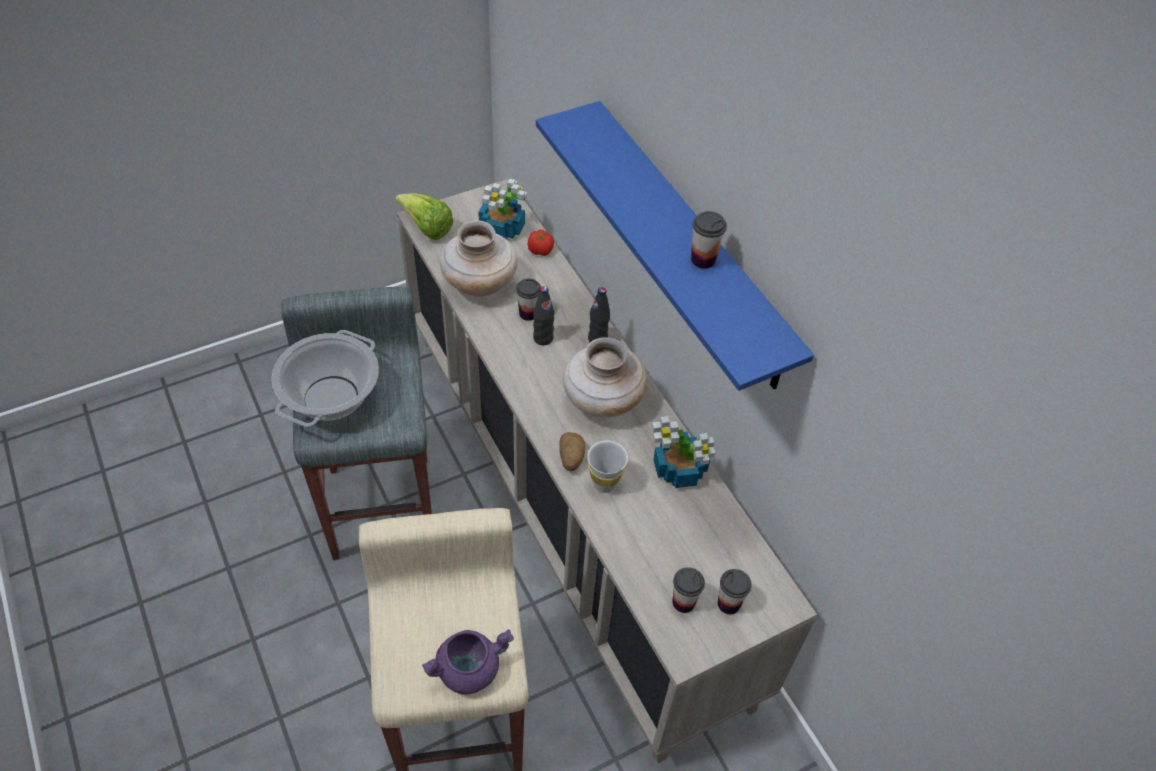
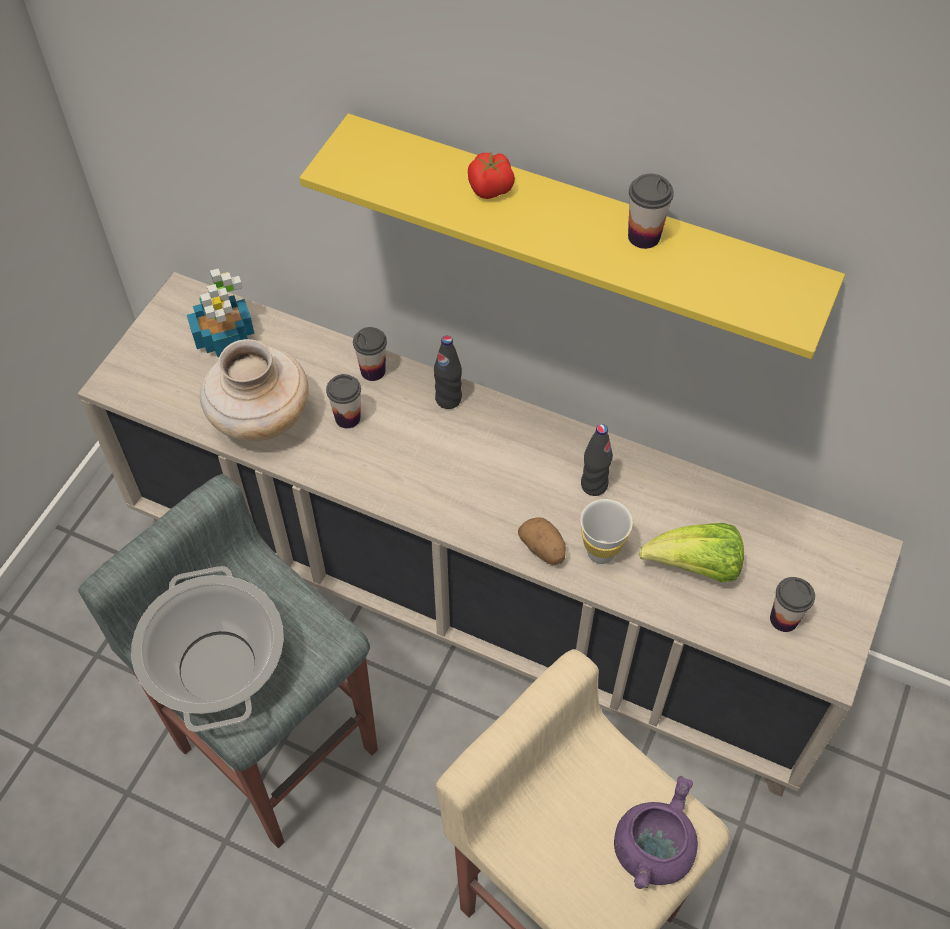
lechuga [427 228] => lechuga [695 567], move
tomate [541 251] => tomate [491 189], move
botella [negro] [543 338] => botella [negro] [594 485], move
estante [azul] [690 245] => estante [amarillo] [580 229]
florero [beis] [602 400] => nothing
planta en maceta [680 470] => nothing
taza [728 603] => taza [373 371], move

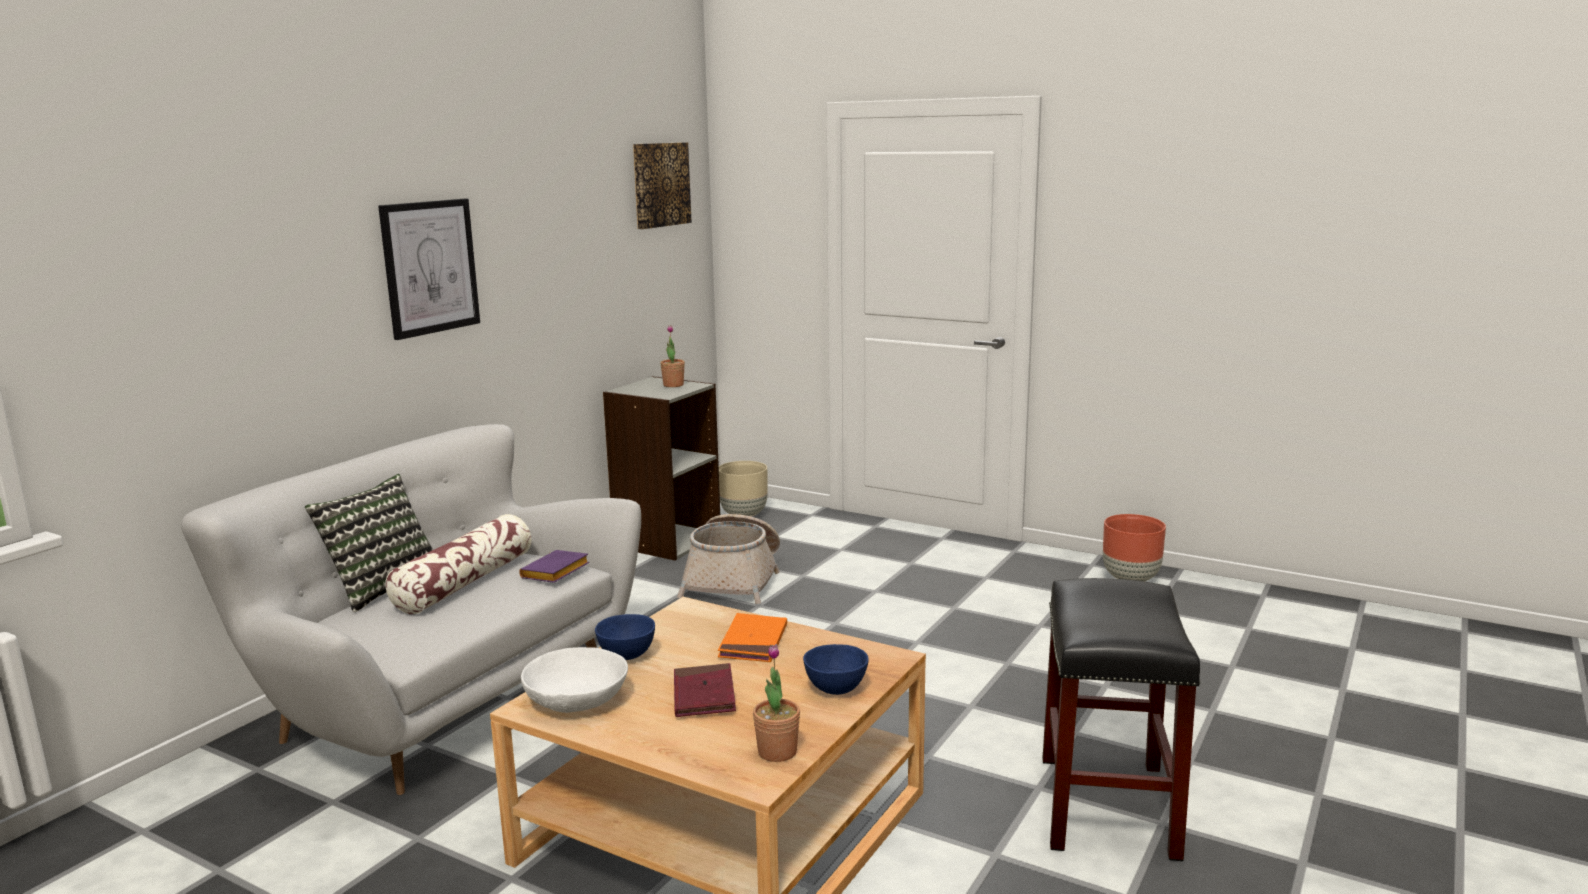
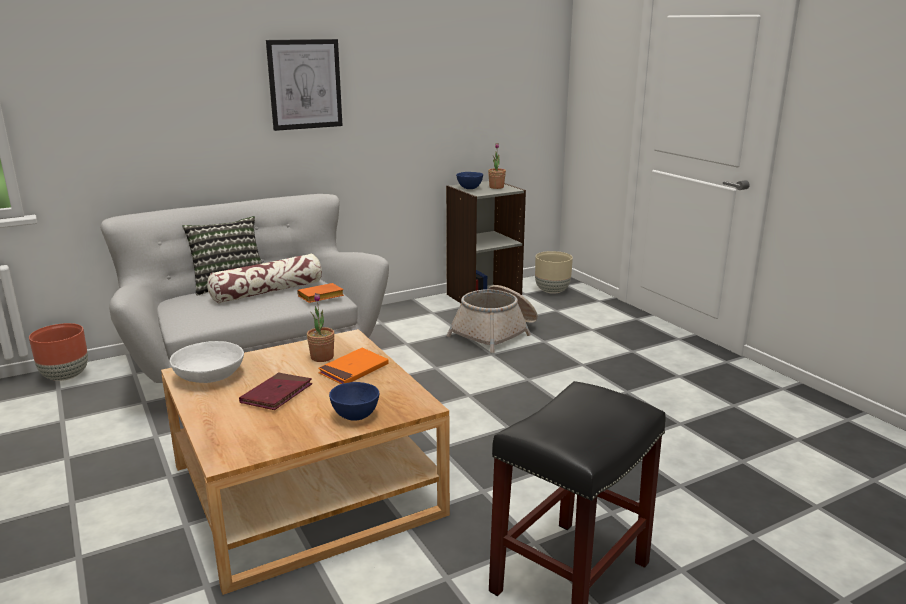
libro [morado] [555 573] => libro [naranja] [320 297]
cuenco [azul] [626 656] => cuenco [azul] [469 188], move
cuadro [660 184] => nothing
planta en maceta [777 752] => planta en maceta [322 357], move
maceta [marrón] [1130 579] => maceta [marrón] [66 376], move

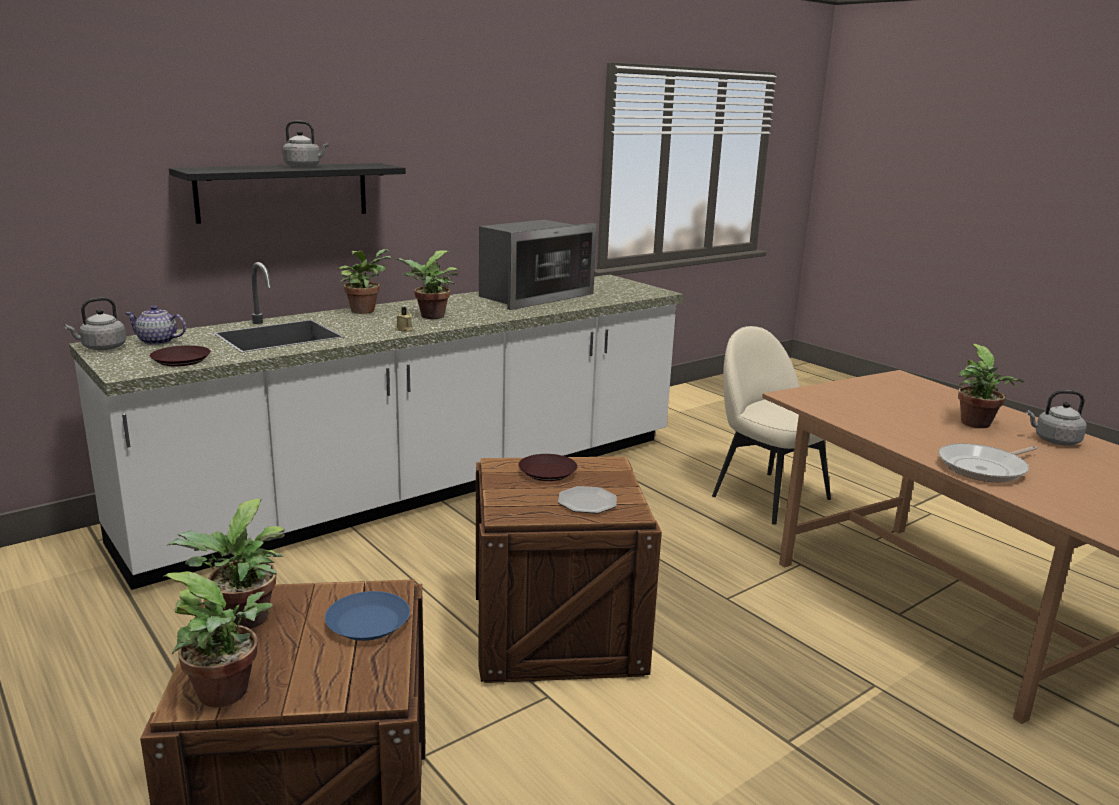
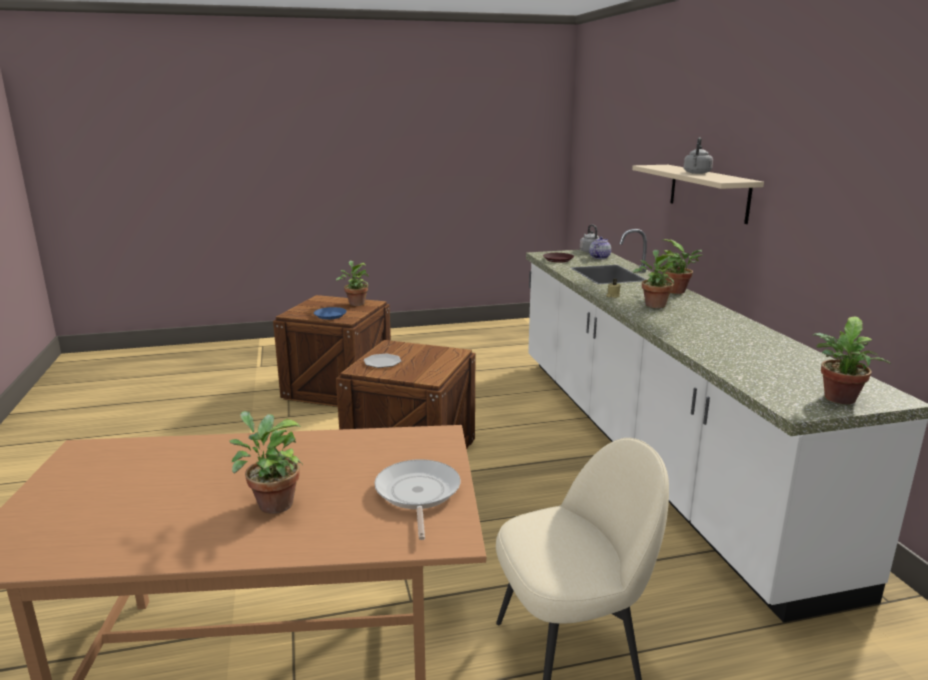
planta en maceta [229 693] => planta en maceta [839 400], move
estante [negro] [283 192] => estante [beis] [708 192]
microondas [532 296] => nothing
plato [marrón] [547 472] => nothing
sartén [985 468] => sartén [417 494], move
hervidor [gris] [1054 441] => nothing

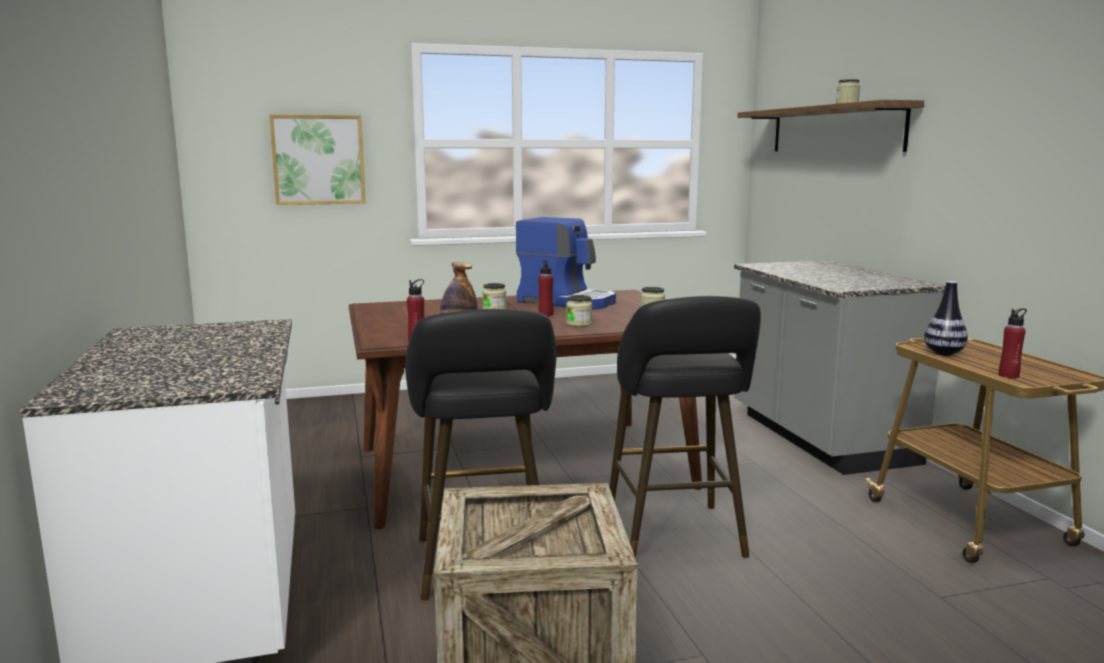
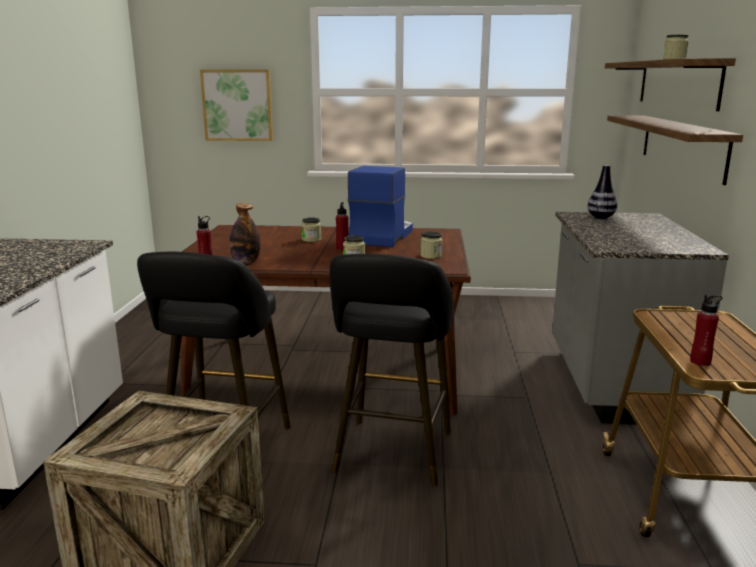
cafetera [567 301] => cafetera [381 236], 120 degrees counterclockwise
florero [943 353] => florero [601 217], move
nothing => estante [682 145]

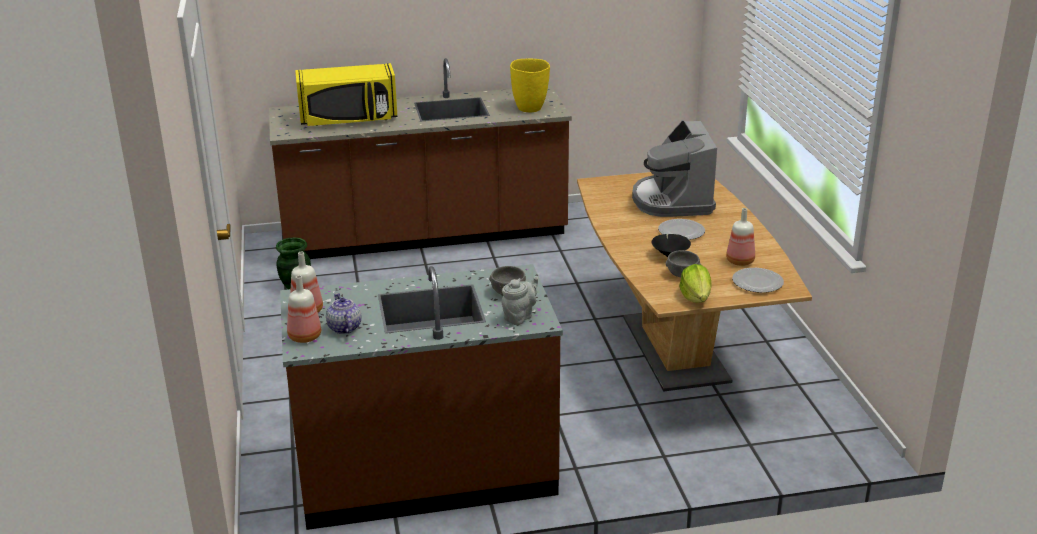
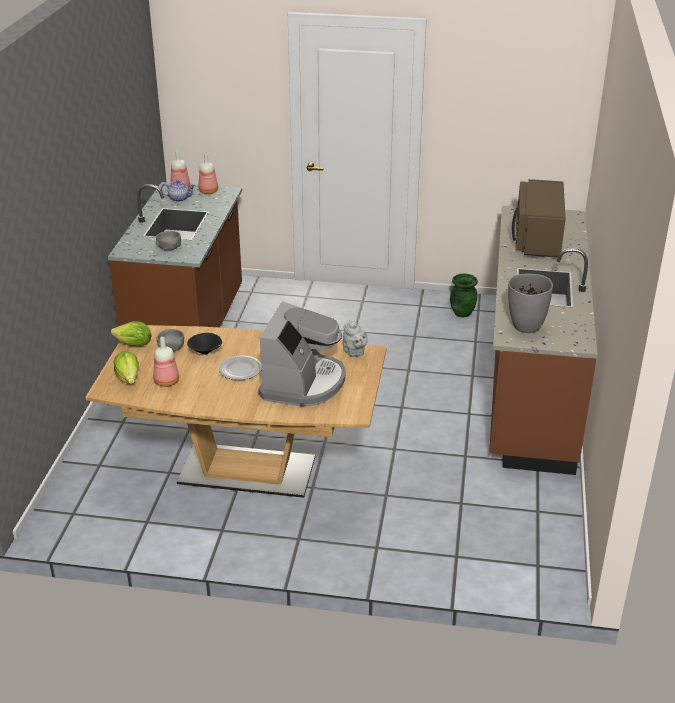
microondas [amarillo] [349 119] => microondas [marrón] [537 238]
tetera [gris] [520 317] => tetera [gris] [354 352], move
florero [amarillo] [530 108] => florero [gris] [526 327]
cafetera [672 201] => cafetera [303 383], 90 degrees clockwise
plato [756 282] => lechuga [128 378]

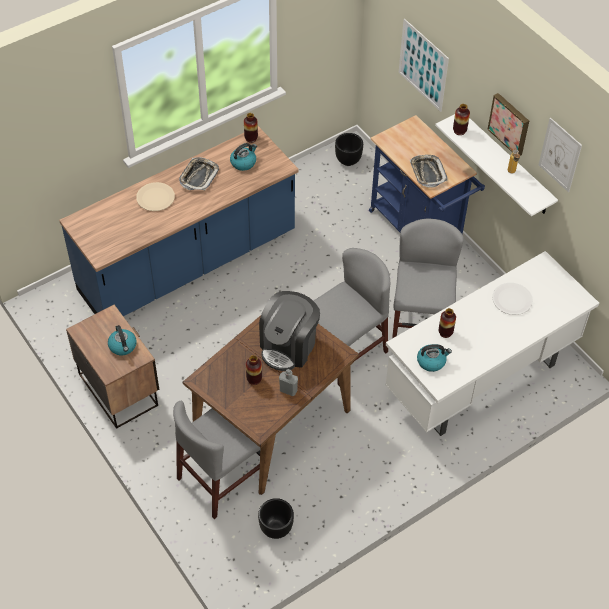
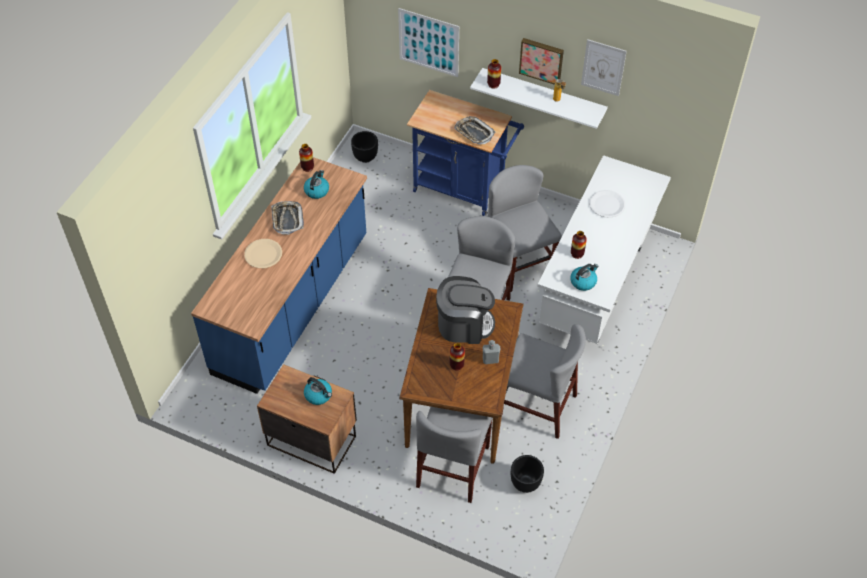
cafetera [289 346] => cafetera [464 324], 90 degrees counterclockwise
nothing => silla [gris] [537 405]

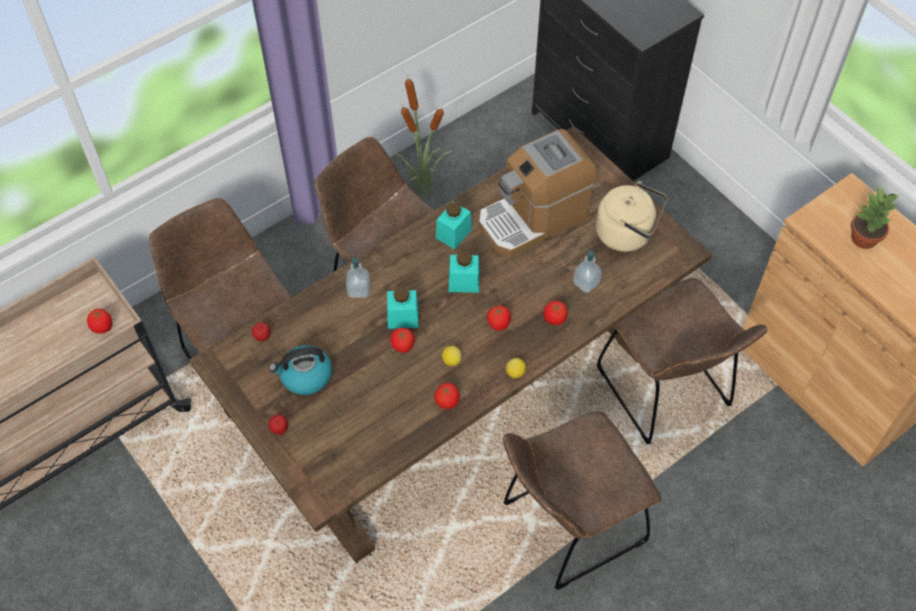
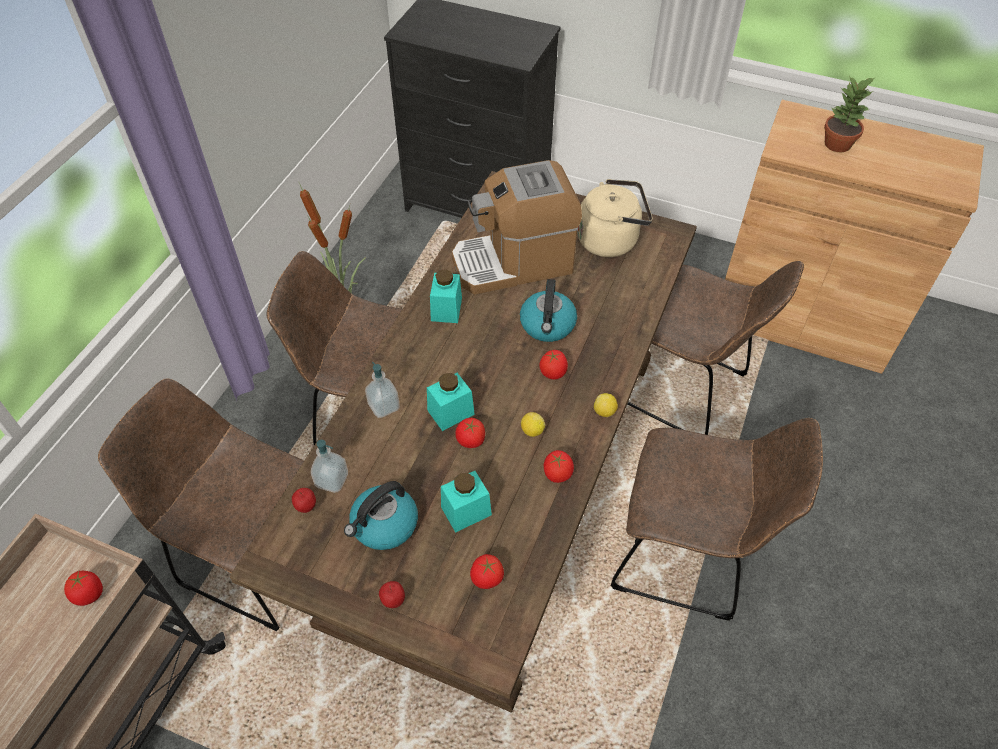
tarro [turquesa] [464 282] => tarro [turquesa] [466 511], move
cafetera [533 218] => cafetera [514 262], 45 degrees clockwise
silla [marrón] [568 526] => silla [marrón] [688 555], 105 degrees counterclockwise
tomate [554 319] => tomate [486 579], move
dispensador de jabón [586 283] => dispensador de jabón [332 480], move
nothing => hervidor [548 325]

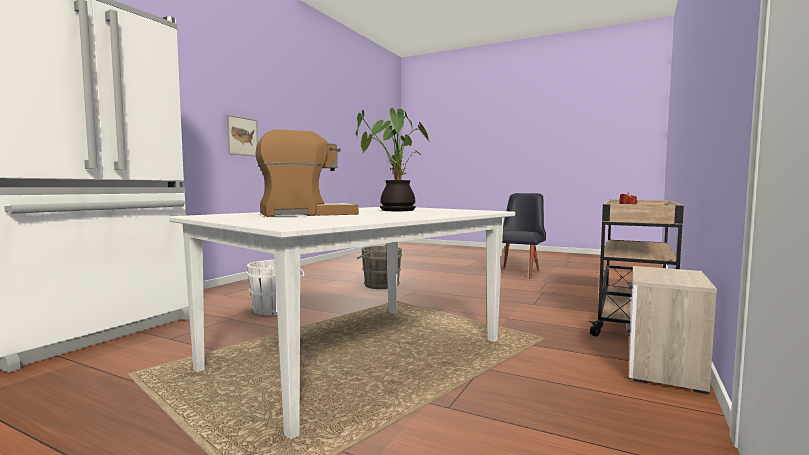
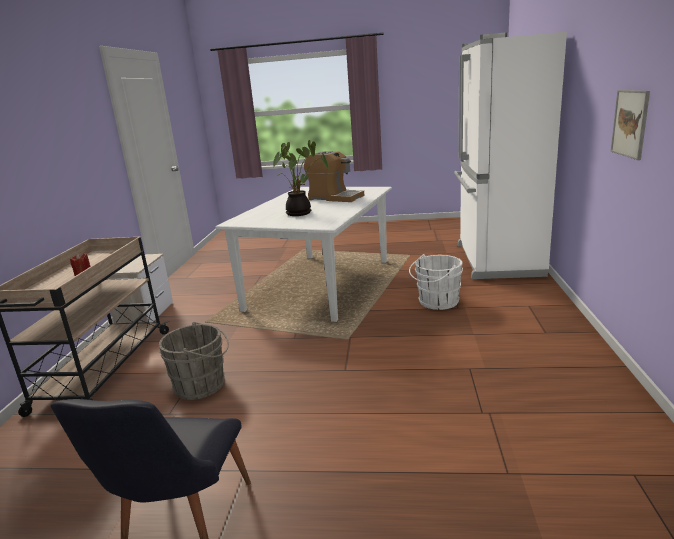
cafetera [306 214] => cafetera [335 198], 105 degrees counterclockwise
cubo [gris] [379 285] => cubo [gris] [203 385], move

